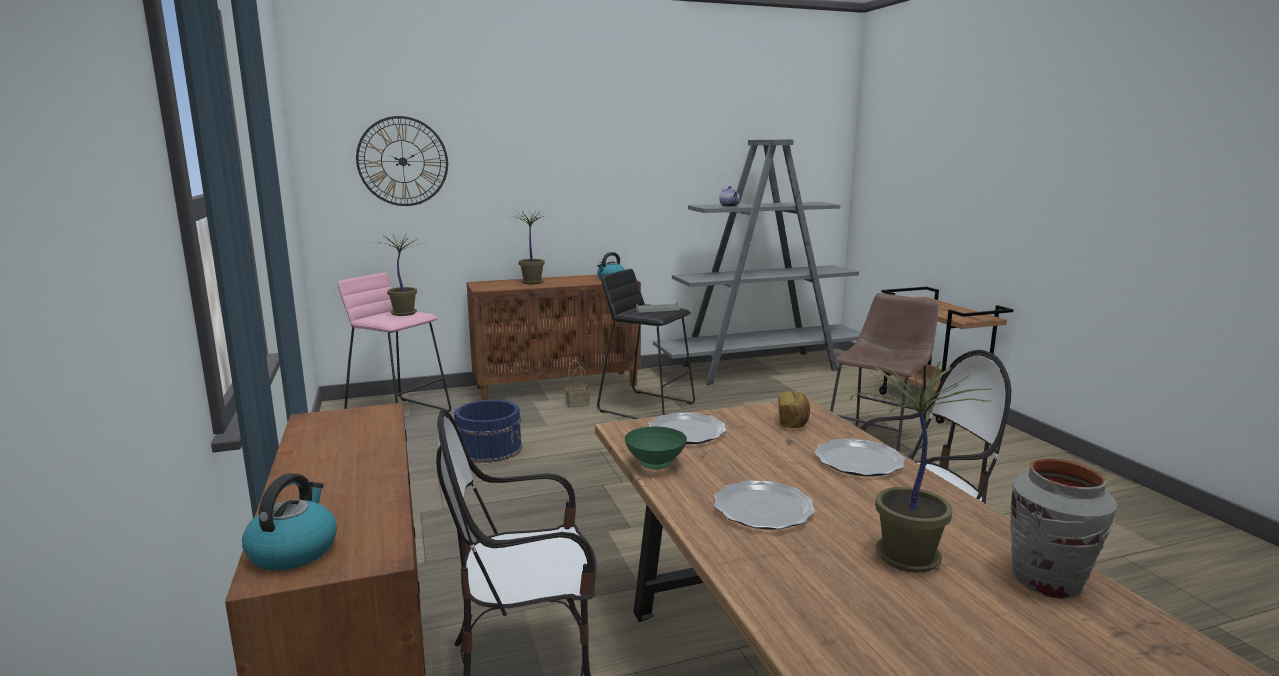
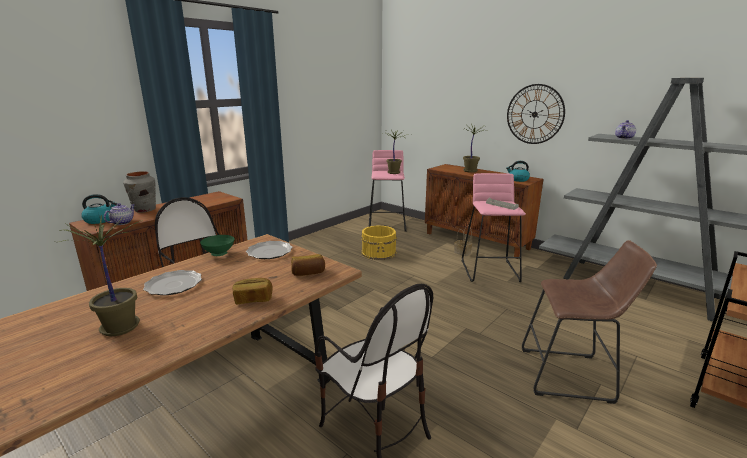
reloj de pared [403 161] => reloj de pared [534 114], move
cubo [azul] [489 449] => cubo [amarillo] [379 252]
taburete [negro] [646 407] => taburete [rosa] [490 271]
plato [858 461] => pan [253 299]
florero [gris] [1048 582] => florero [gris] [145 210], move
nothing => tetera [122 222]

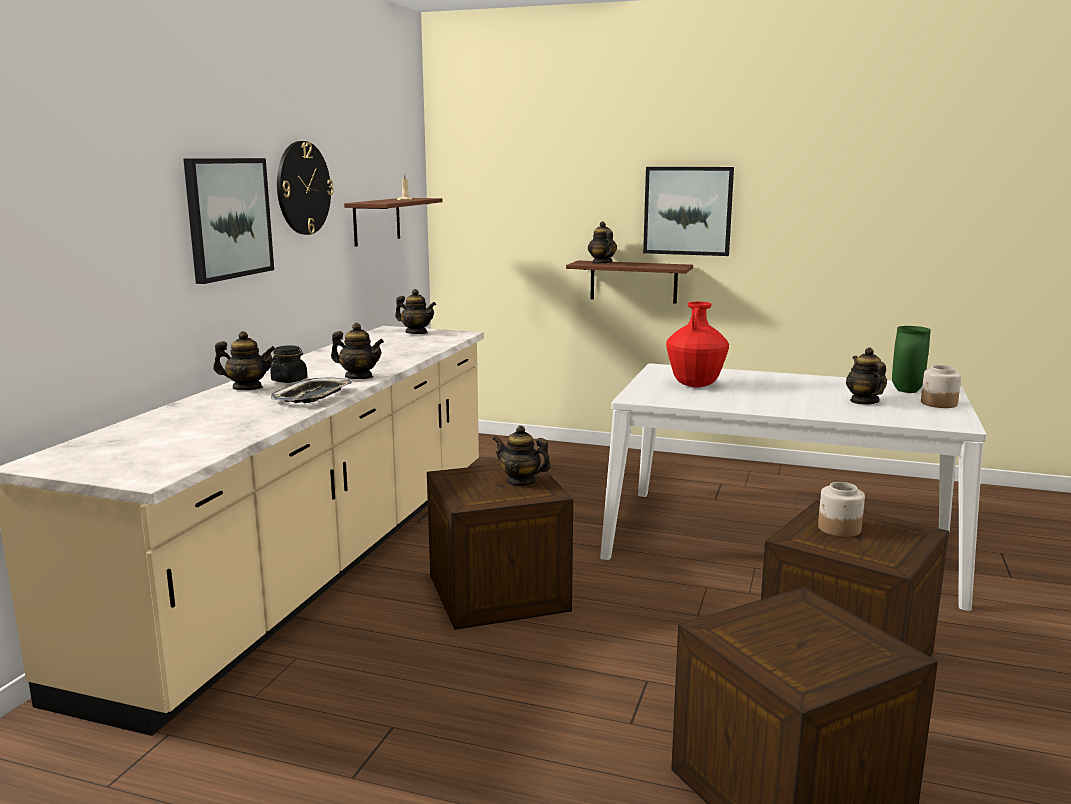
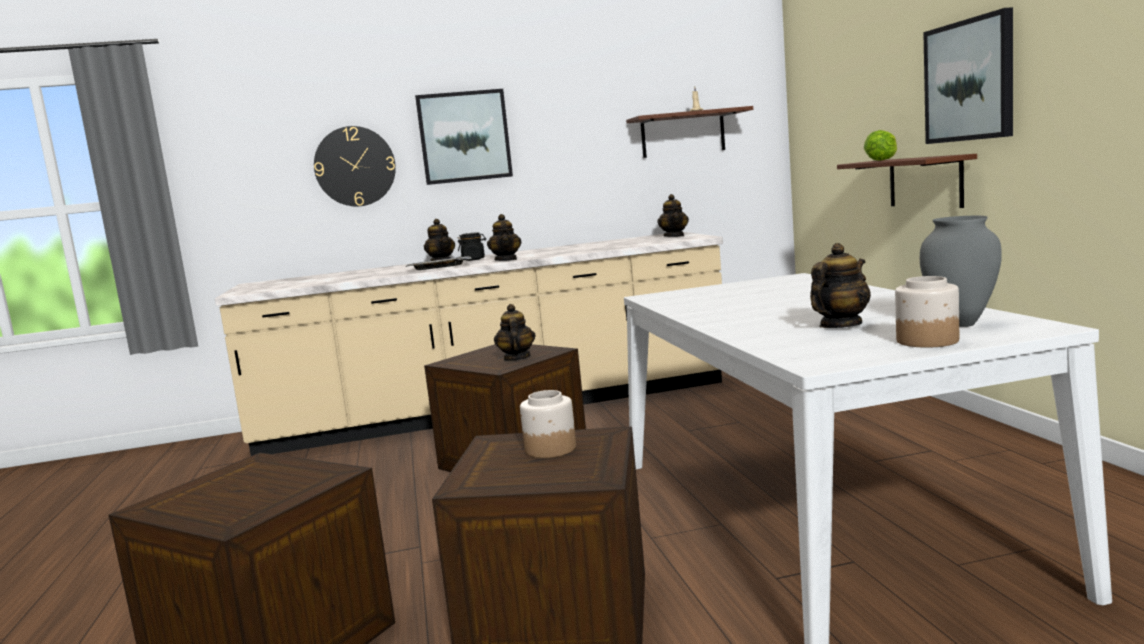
reloj de pared [303 188] => reloj de pared [355 166], move
tetera [601 263] => lechuga [882 160]
florero [rojo] [695 385] => nothing
florero [verde] [907 391] => florero [gris] [961 324]

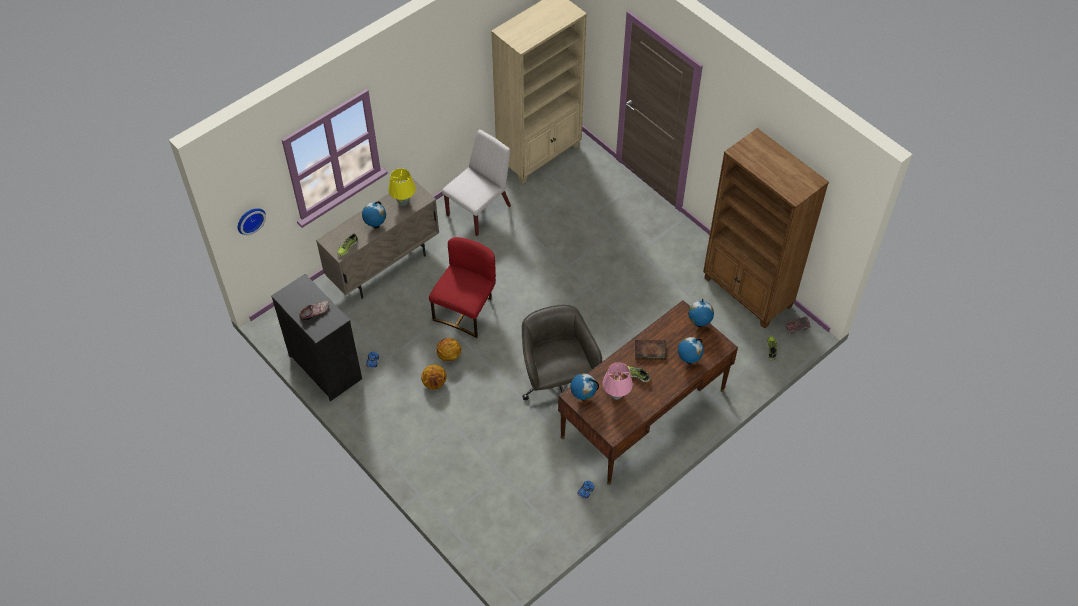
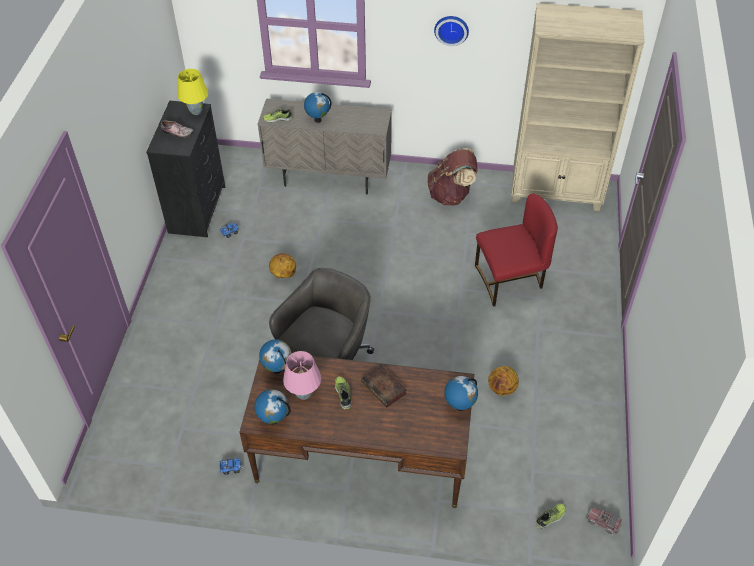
reloj de pared [249 219] => reloj de pared [451 29], move
lámpara de mesa [amarillo] [404 202] => lámpara de mesa [amarillo] [196 112], move
balón de baloncesto [434 383] => balón de baloncesto [502 389], move
silla [rojo] [466 310] => silla [rojo] [510 280], move
silla [blanco] [479 210] => mochila [marrón] [451 195]
globo terráqueo [688 360] => globo terráqueo [273 419], move
estantería [marrón] [747 293] => nothing

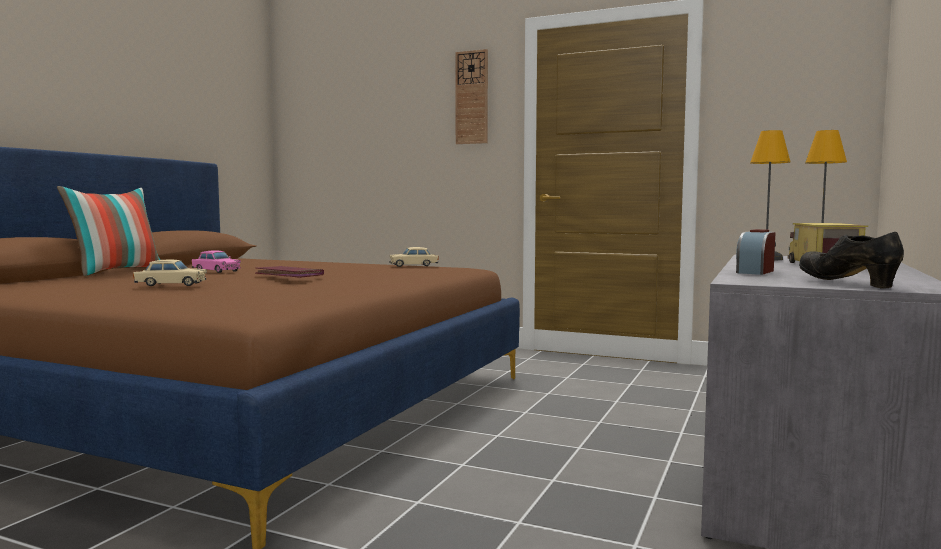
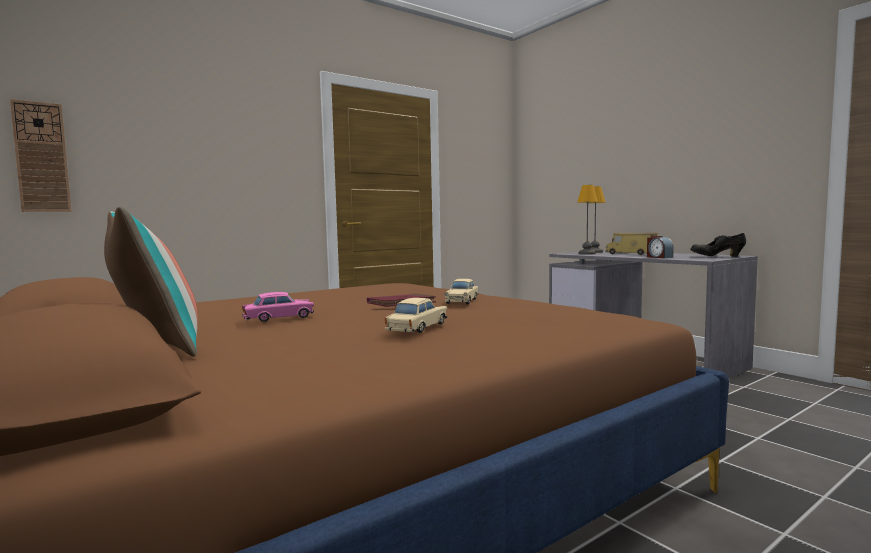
coche de juguete [beis] [413 265] => coche de juguete [beis] [462 301], move
reloj de pared [472 97] => reloj de pared [41 157], move

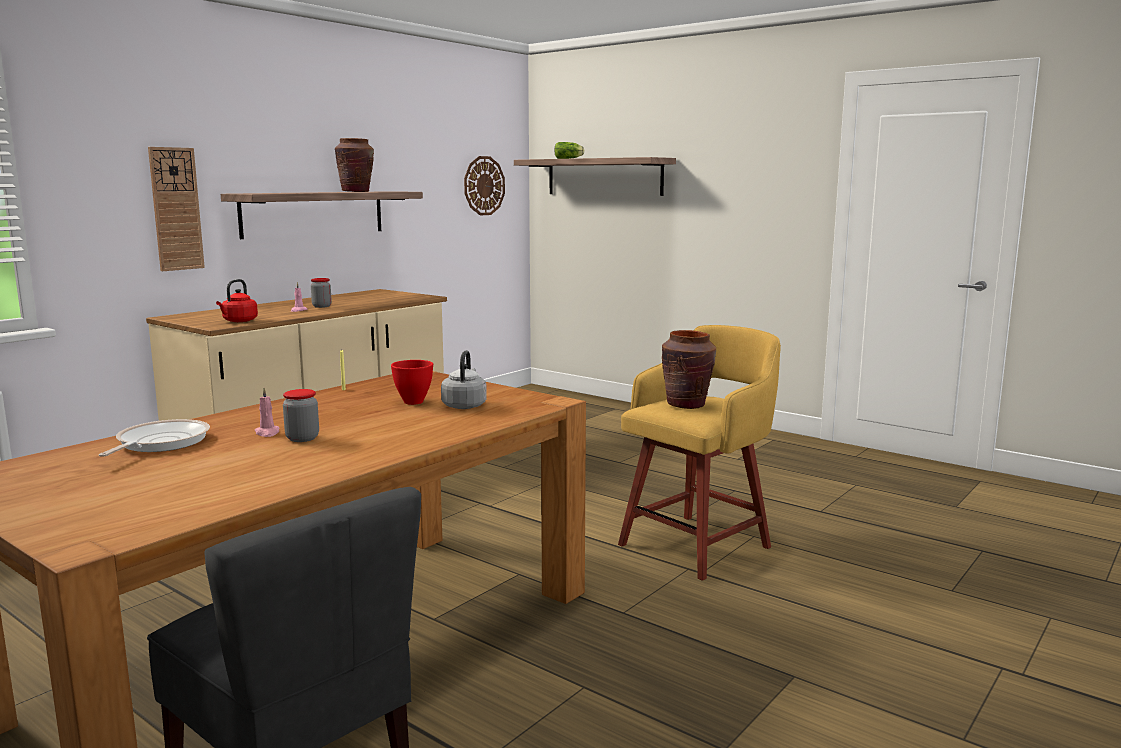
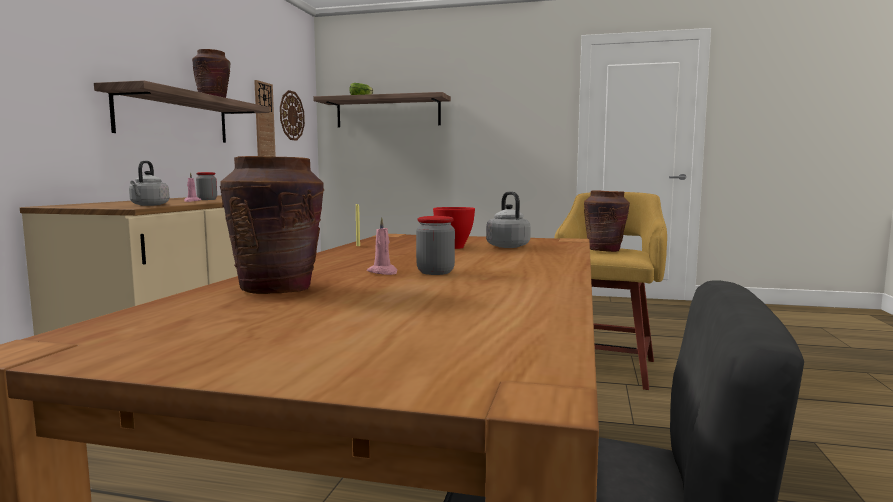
sartén [159 443] => florero [marrón] [277 289]
reloj de pared [176 209] => reloj de pared [264 122], move
hervidor [rojo] [239 321] => hervidor [gris] [149 205]

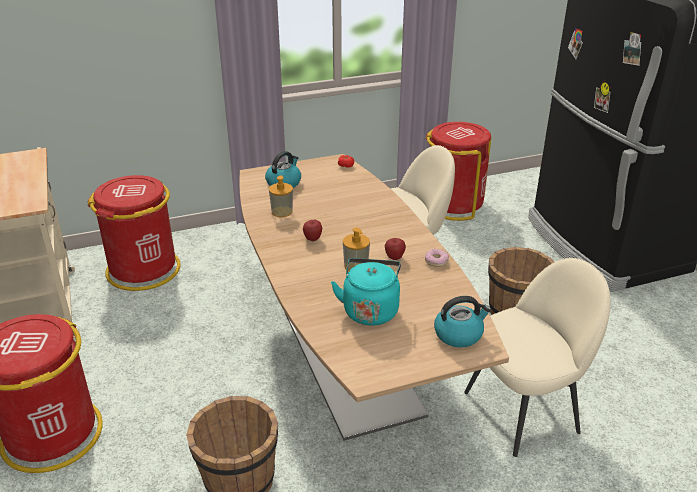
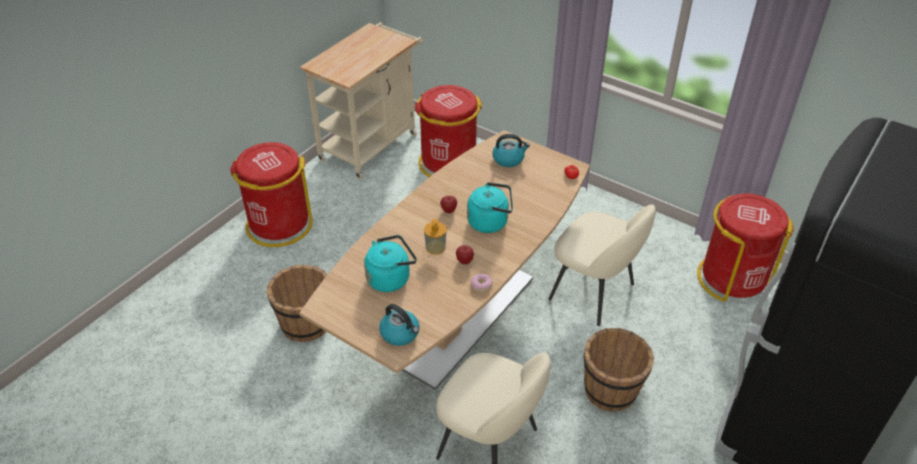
dispensador de jabón [282 212] => nothing
nothing => hervidor [turquesa] [490 222]

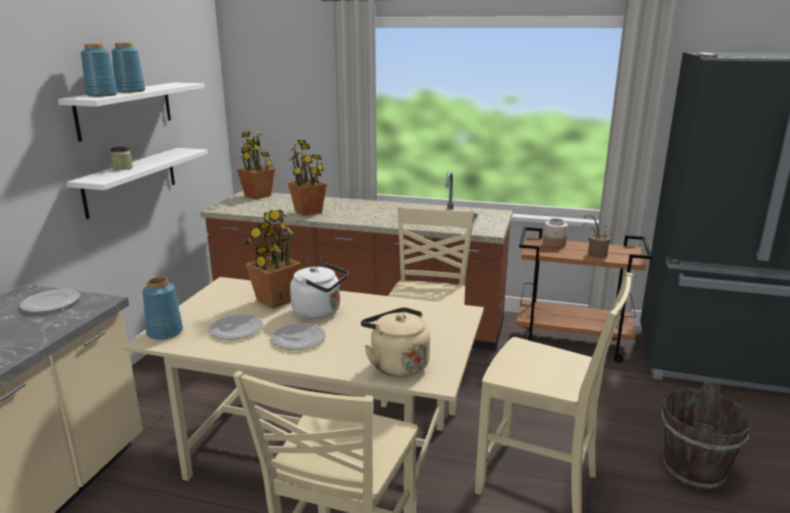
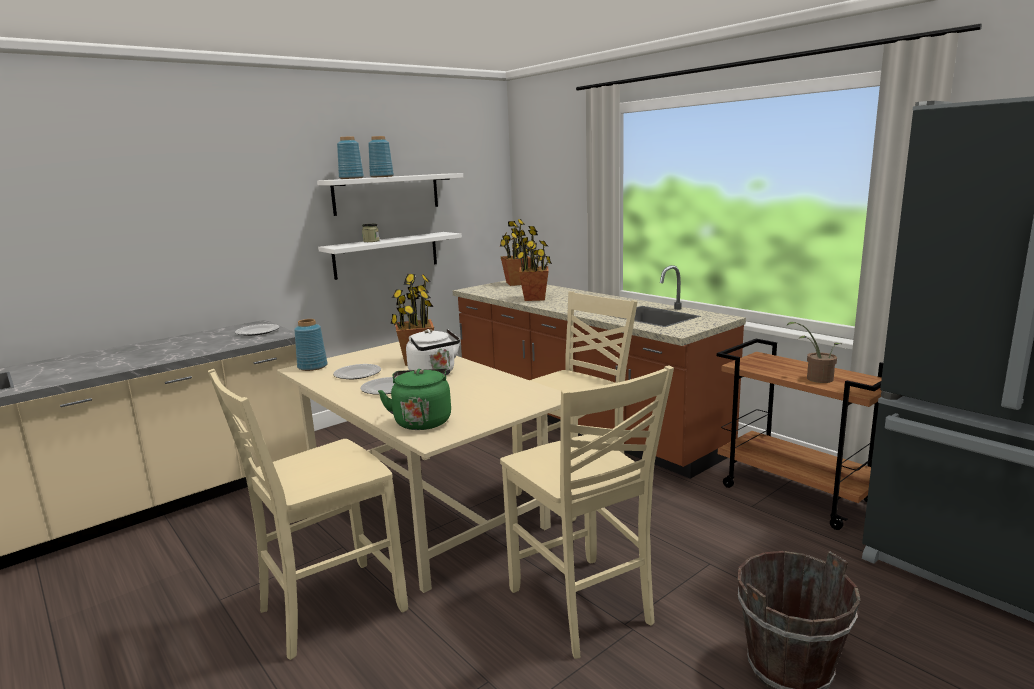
hervidor [beis] [396 364] => hervidor [verde] [422 421]
tarro [554 243] => nothing

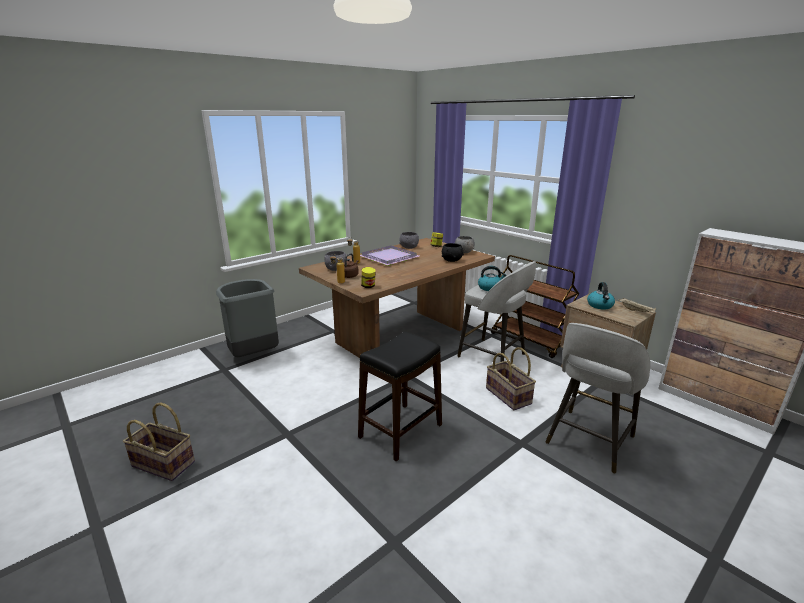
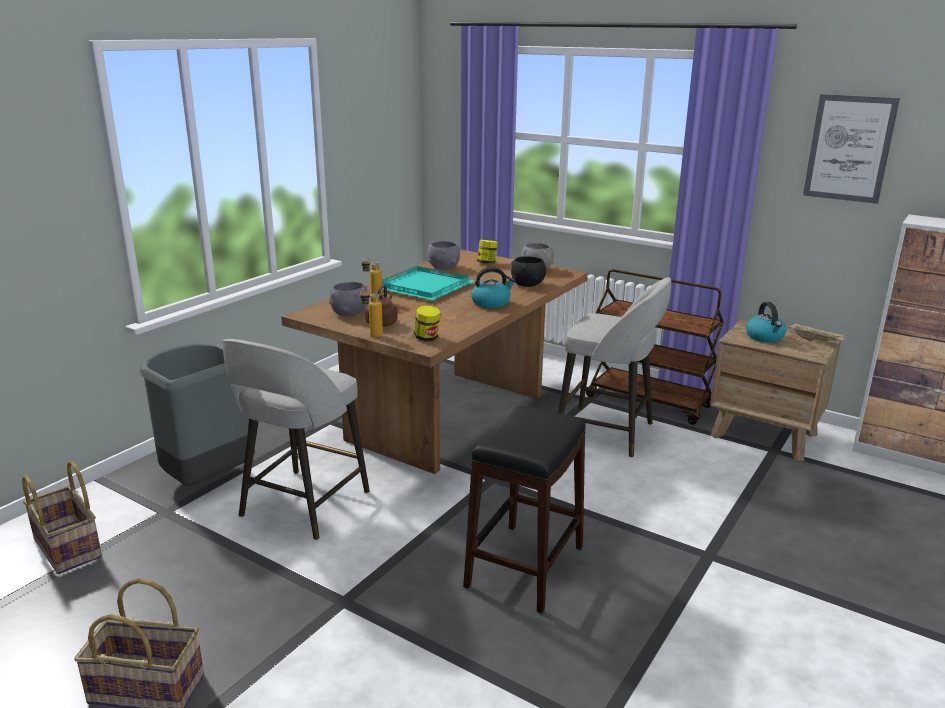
bandeja [morado] [389 257] => bandeja [turquesa] [423 286]
hervidor [490 288] => hervidor [491 303], move
cesta [509 396] => cesta [69 547], move
taburete [gris] [588 441] => taburete [gris] [302 505], move
nothing => cuadro [849 148]

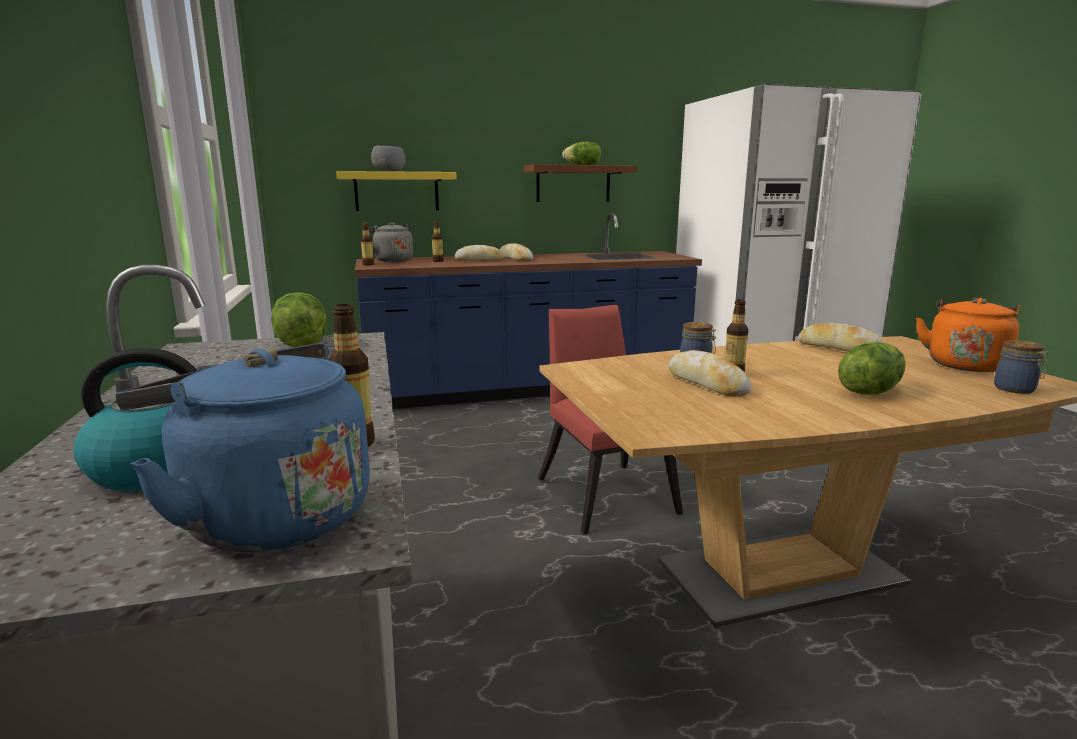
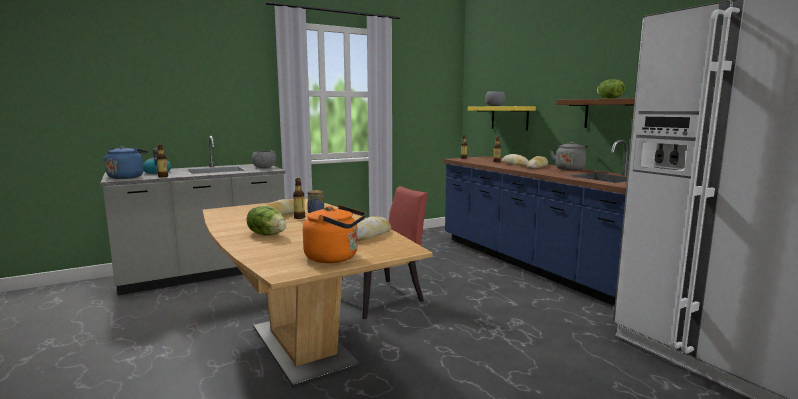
lechuga [300 344] => cuenco [gris] [264 168]
hervidor [gris] [392 260] => hervidor [gris] [569 169], move
tarro [1016 389] => nothing

